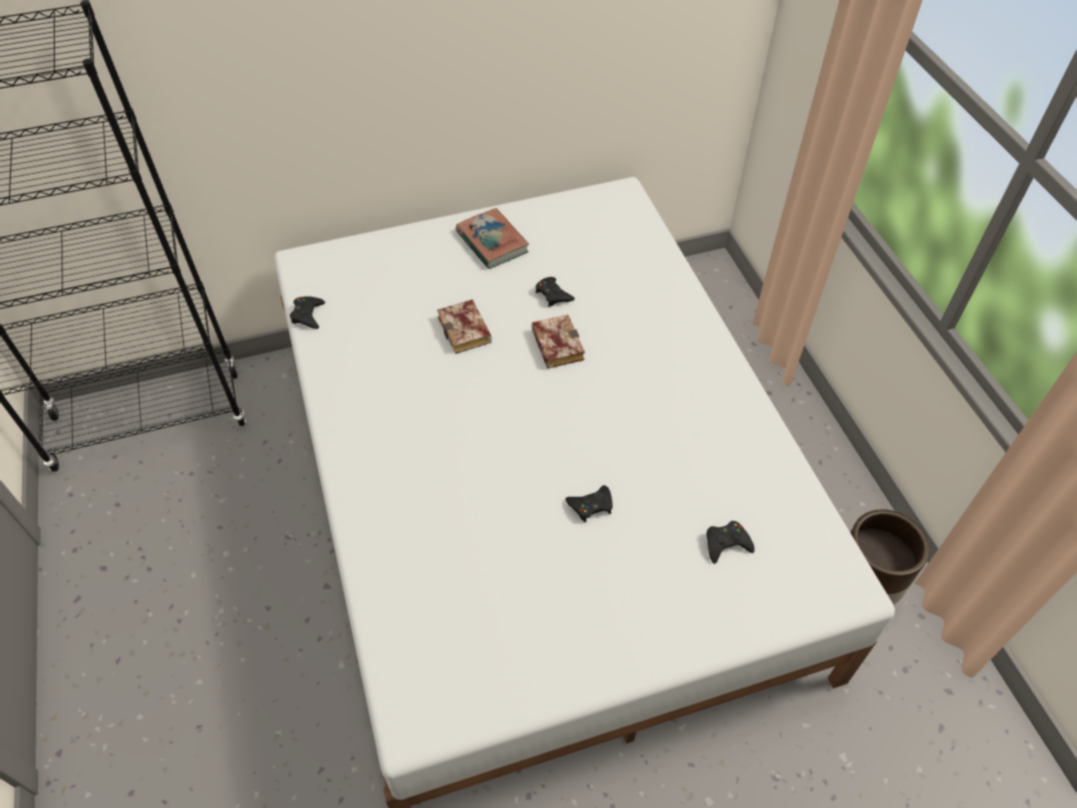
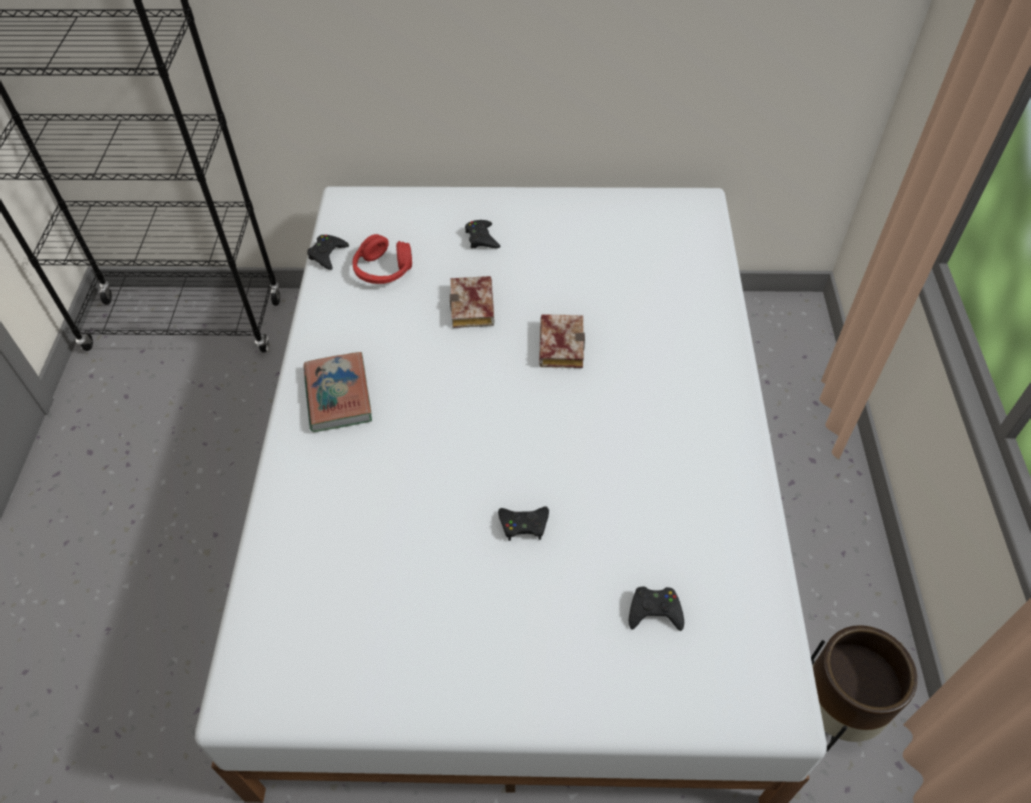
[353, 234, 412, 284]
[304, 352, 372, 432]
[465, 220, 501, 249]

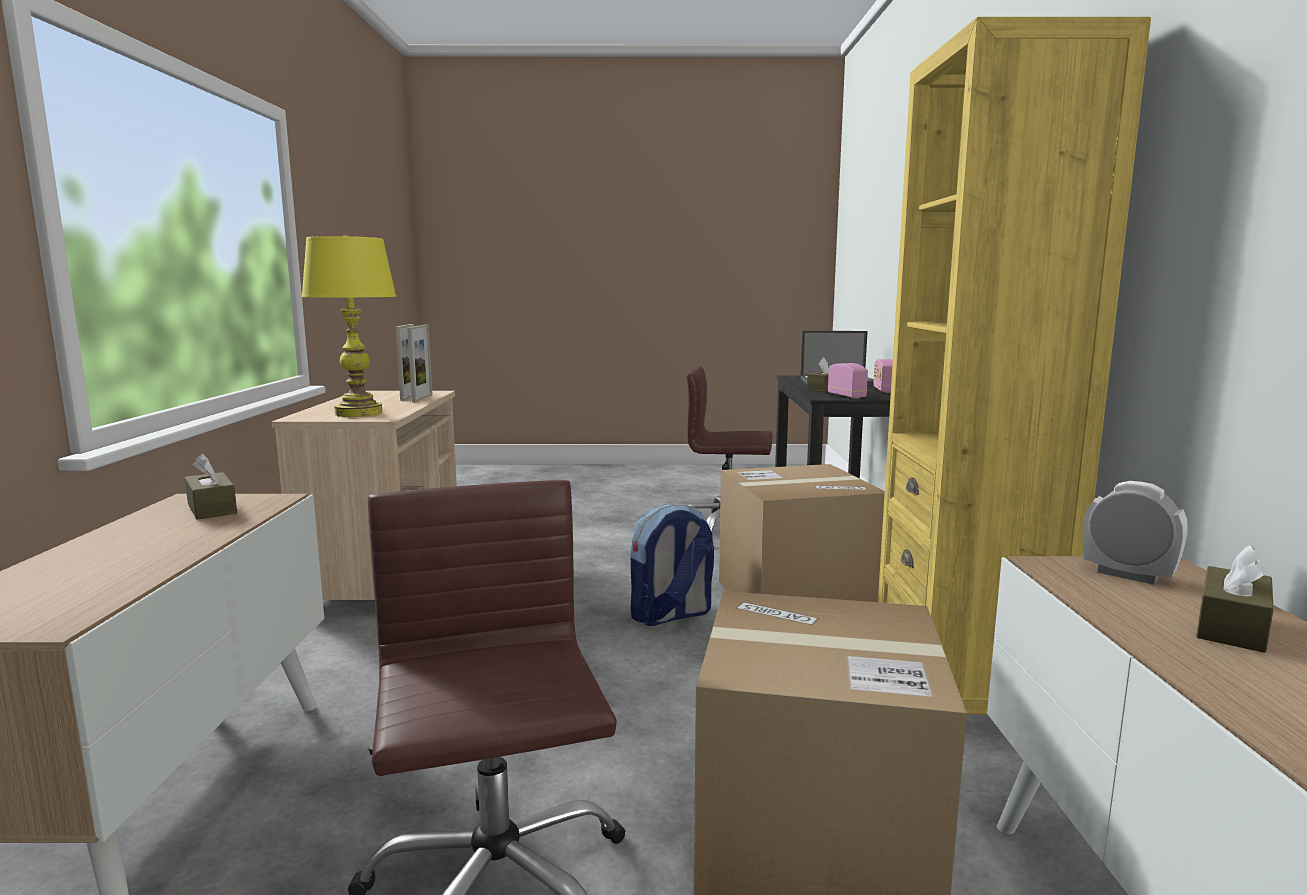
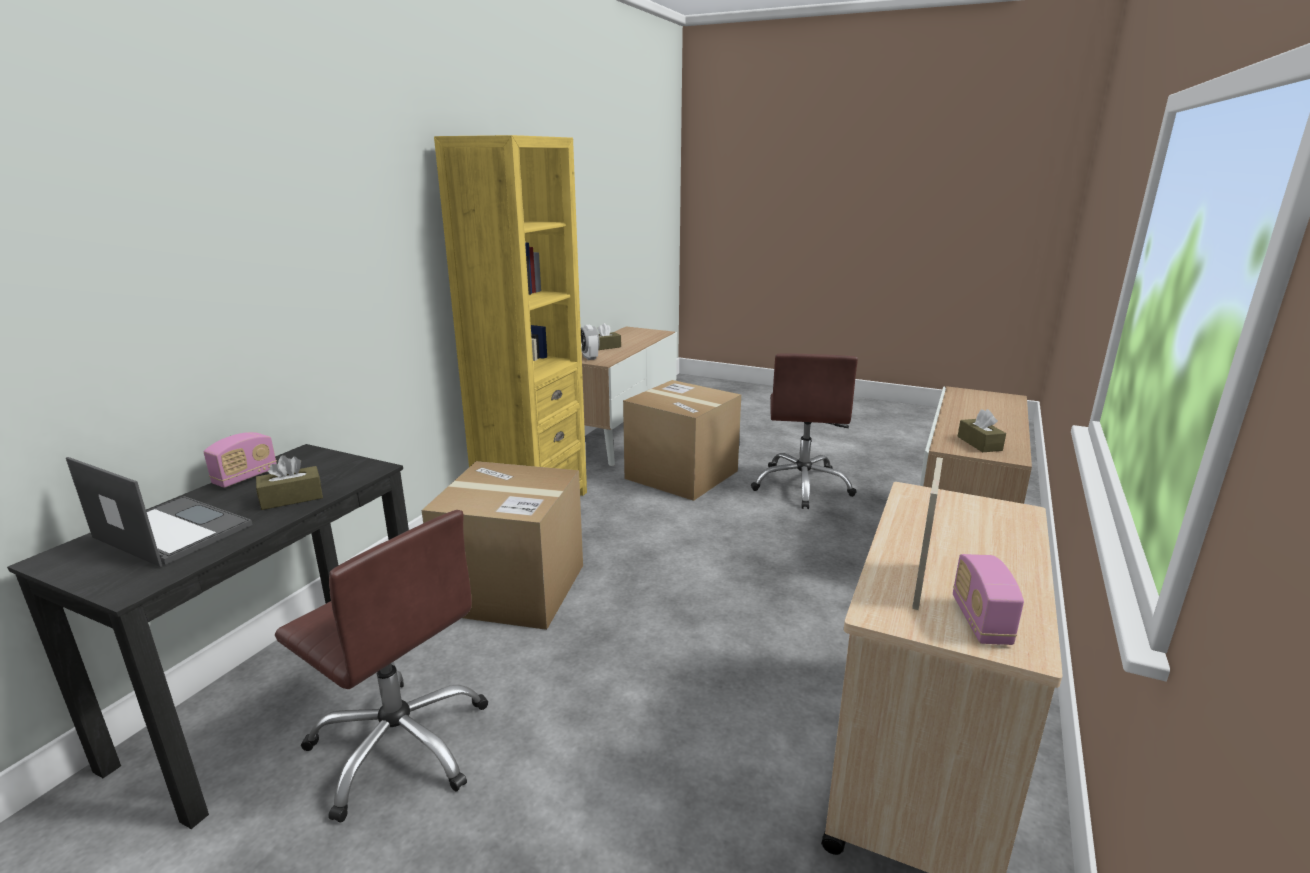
[301, 235, 397, 417] (first image)
[407, 325, 433, 403] (first image)
[631, 504, 714, 626] (first image)
[953, 554, 1024, 645]

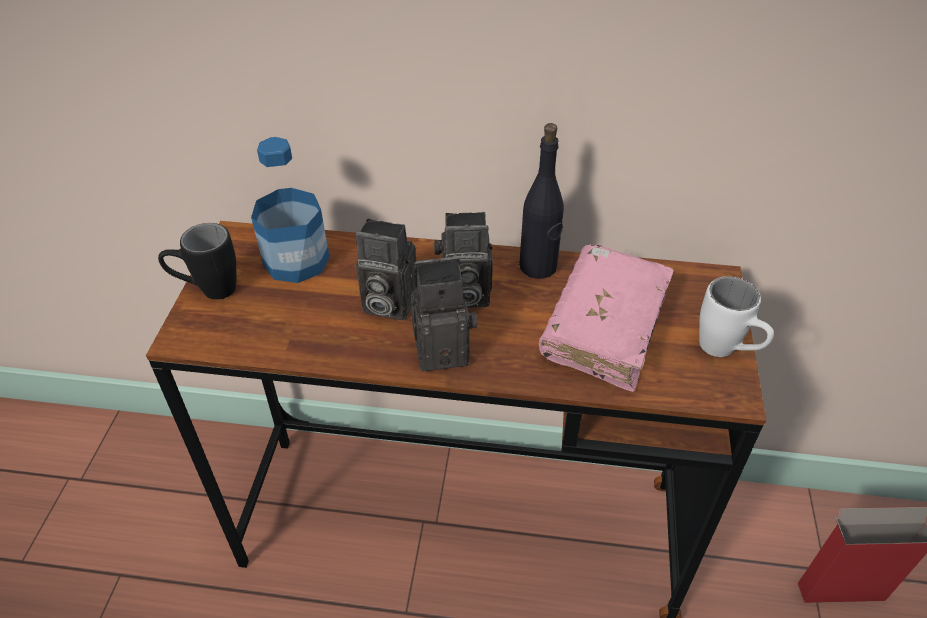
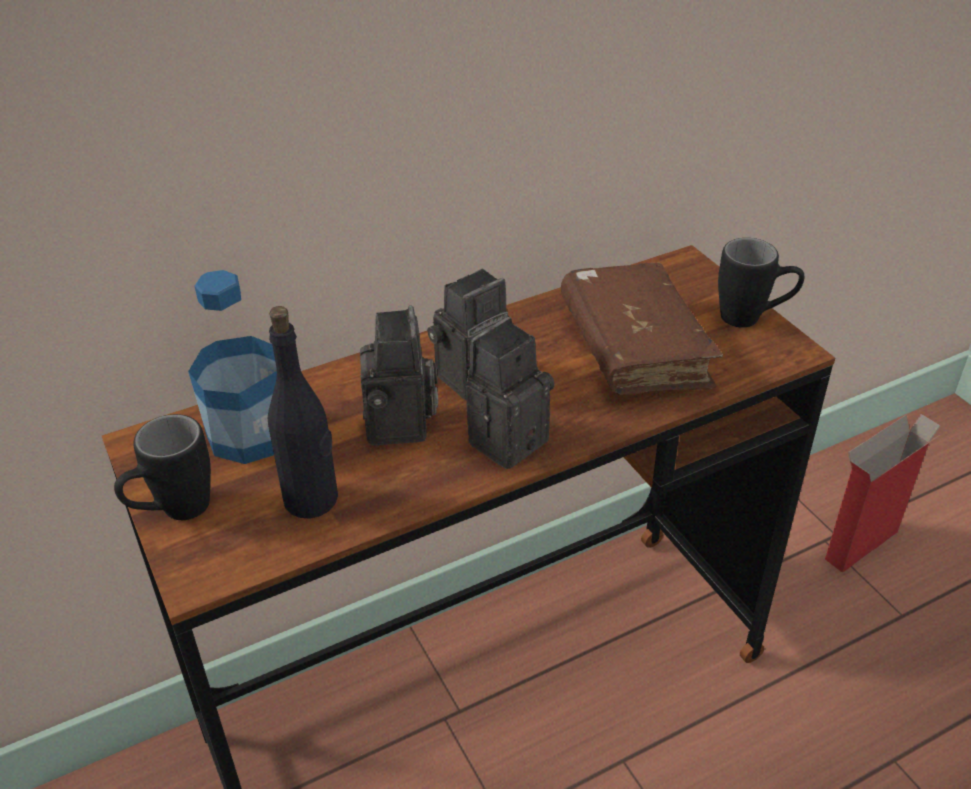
[268, 306, 338, 519]
[561, 263, 723, 395]
[718, 238, 804, 328]
[360, 306, 438, 446]

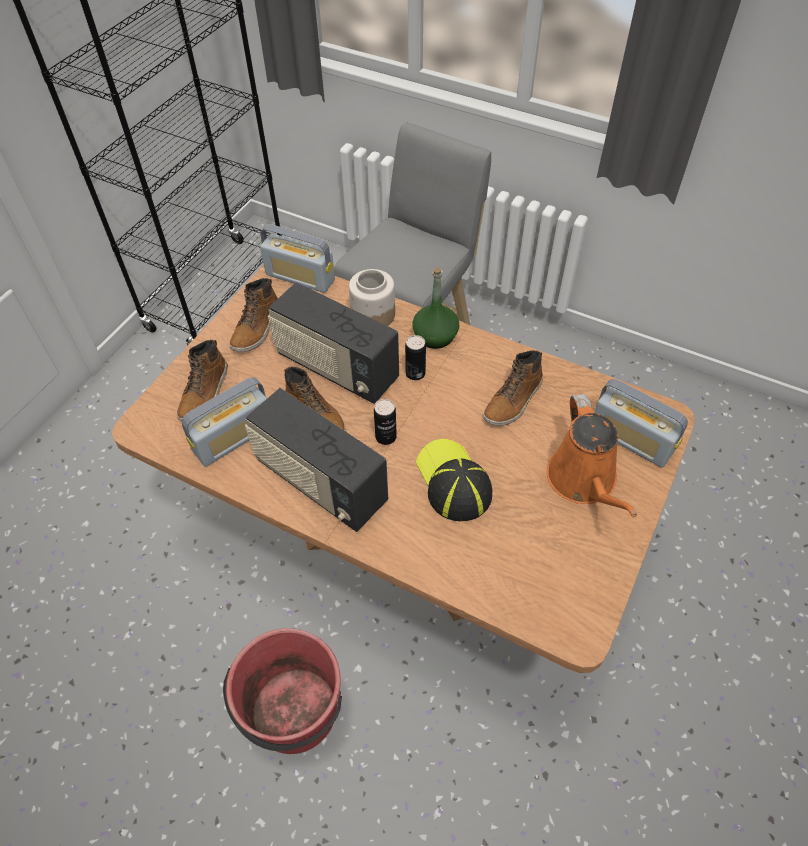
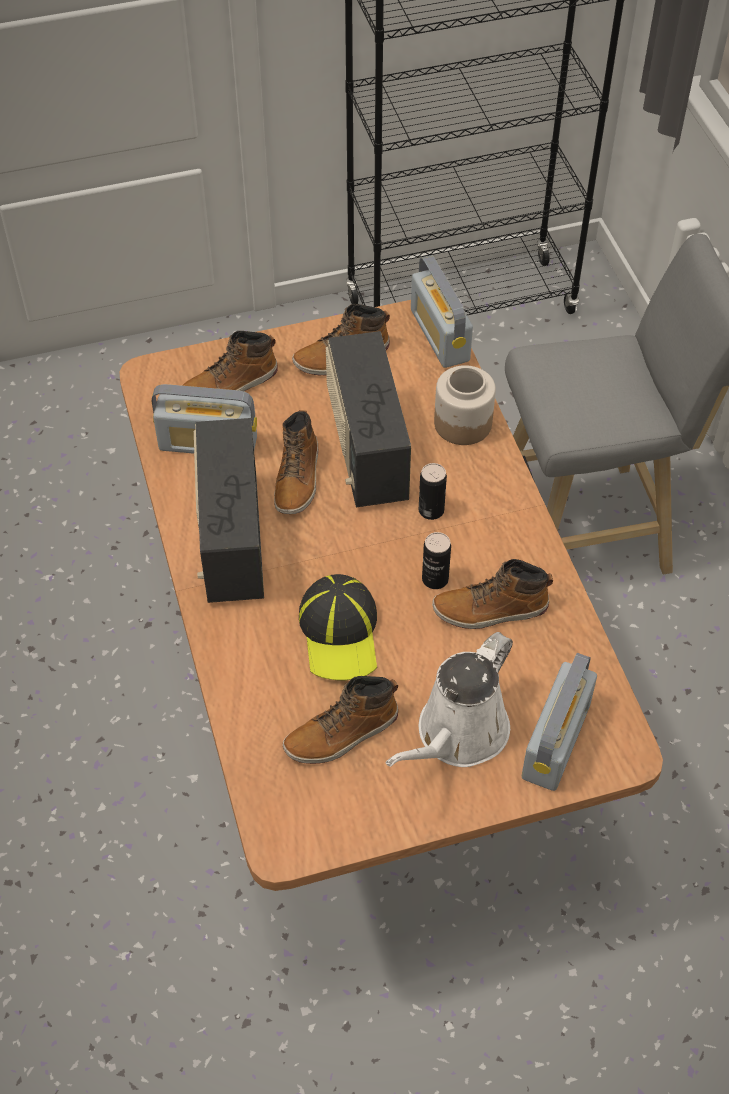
[223, 628, 342, 754] (first image)
[413, 267, 459, 349] (first image)
[283, 676, 398, 764]
[422, 532, 451, 589]
[385, 632, 513, 767]
[299, 574, 377, 680]
[522, 653, 597, 791]

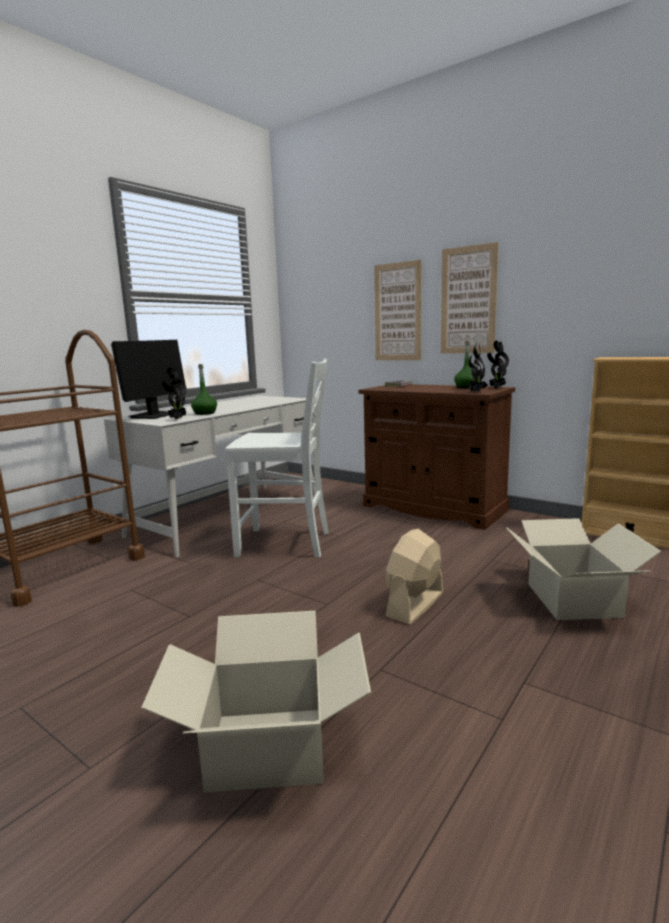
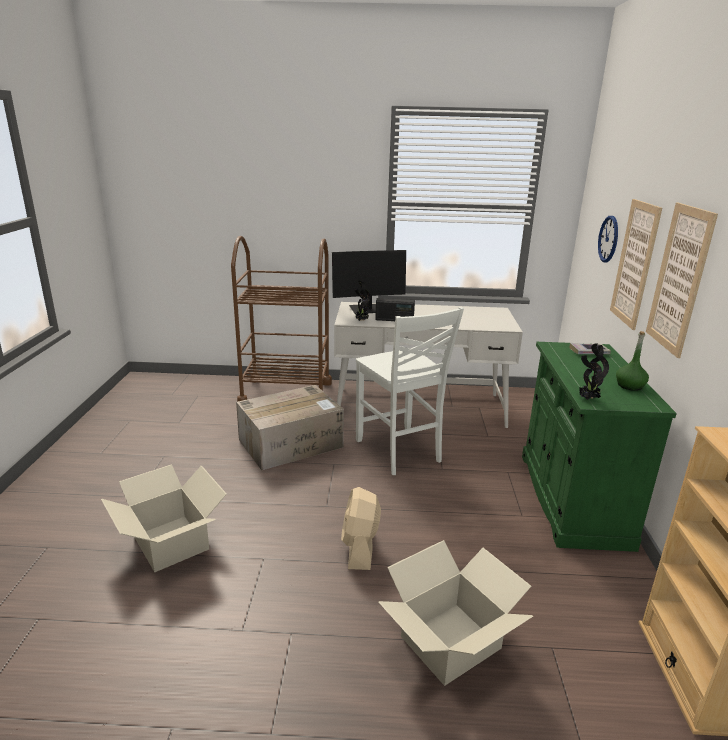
[487, 341, 509, 388] (first image)
[236, 385, 344, 471]
[598, 216, 618, 263]
[375, 298, 415, 321]
[522, 342, 677, 552]
[341, 487, 381, 570]

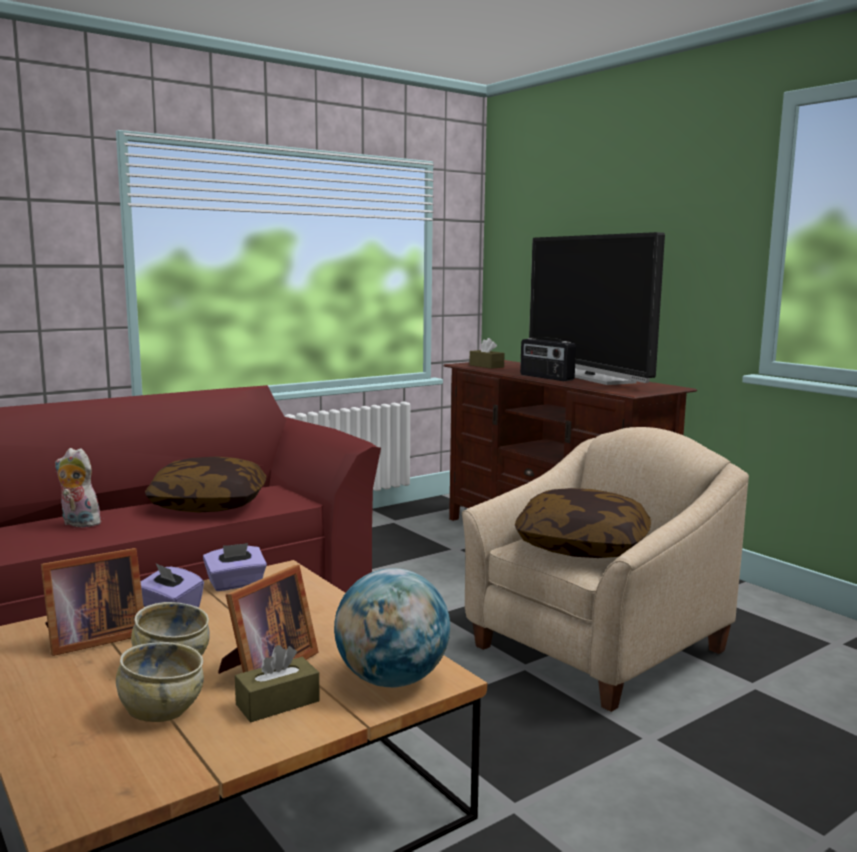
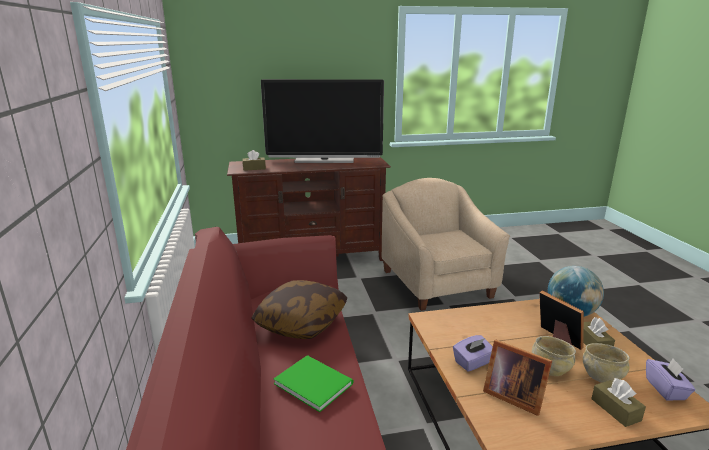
[515, 488, 651, 558] (first image)
[520, 337, 576, 381] (first image)
[591, 378, 646, 427]
[646, 358, 696, 400]
[274, 355, 353, 412]
[483, 340, 552, 416]

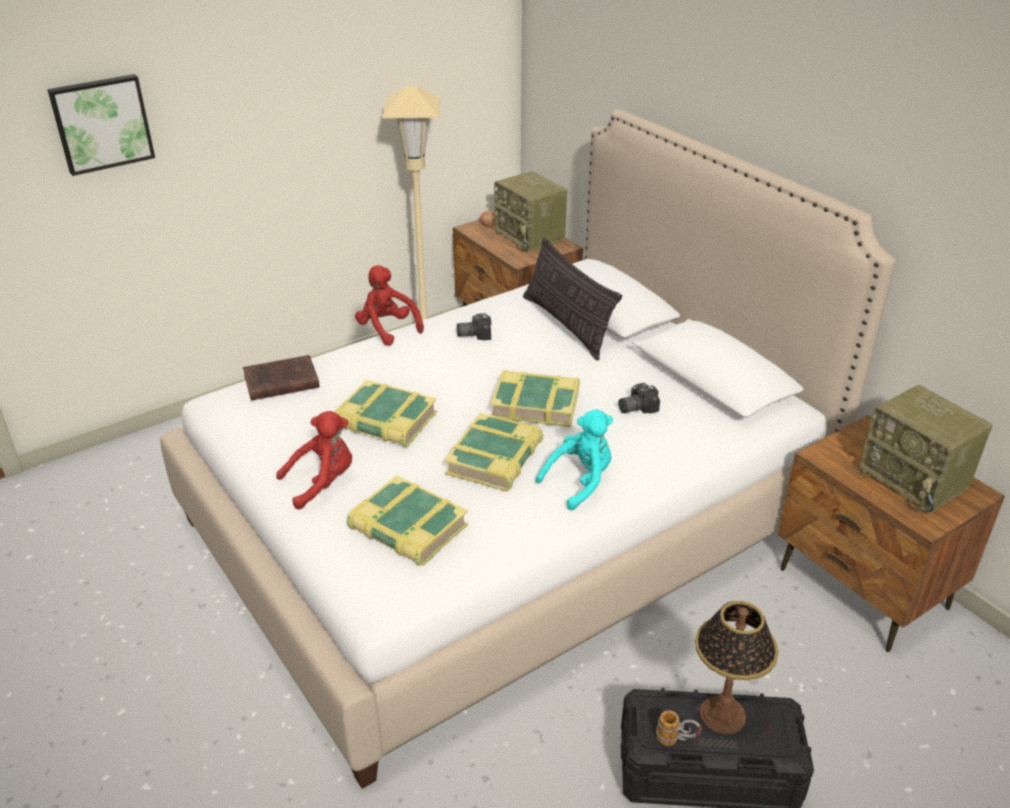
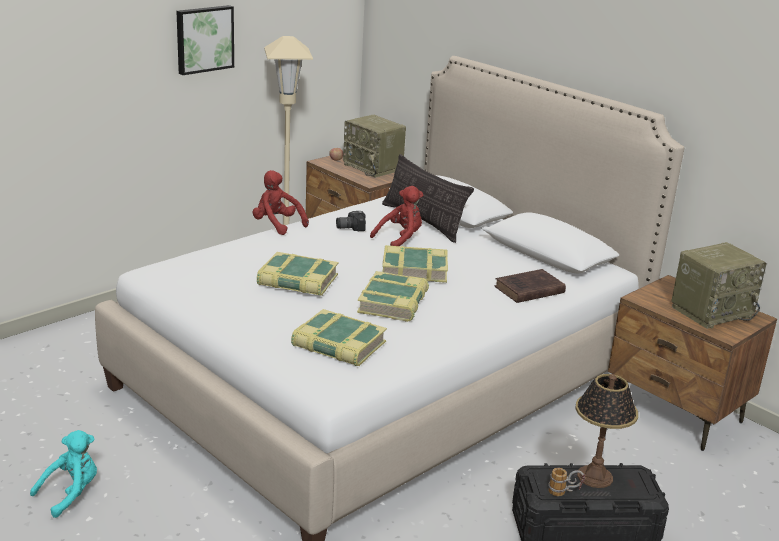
[618, 383, 660, 414] (first image)
[176, 5, 234, 75]
[495, 269, 566, 303]
[370, 186, 423, 246]
[30, 430, 97, 518]
[671, 242, 767, 329]

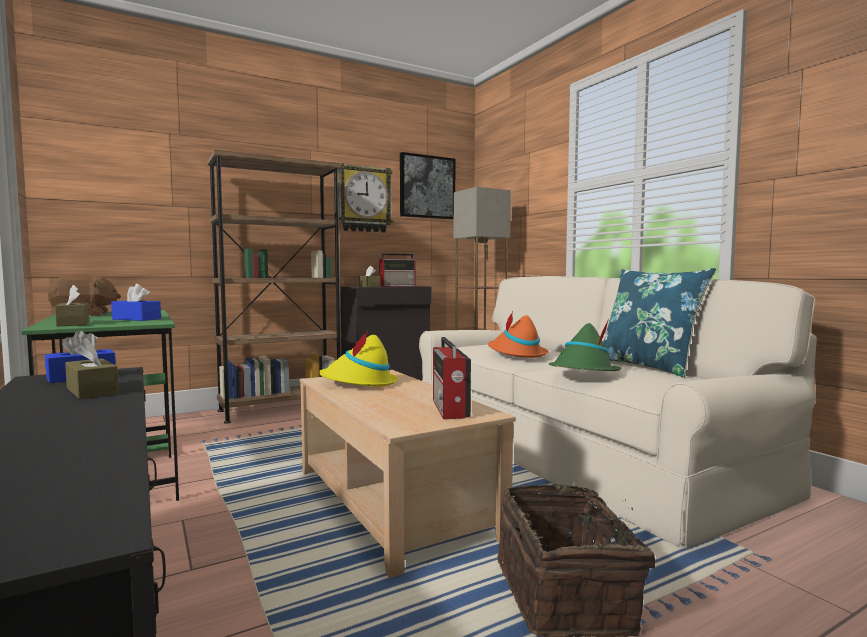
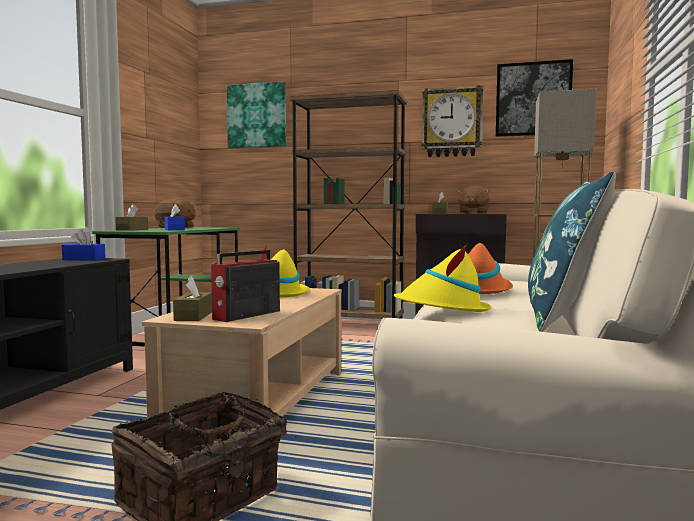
[227, 81, 286, 148]
[173, 276, 212, 321]
[457, 185, 491, 214]
[394, 243, 491, 312]

